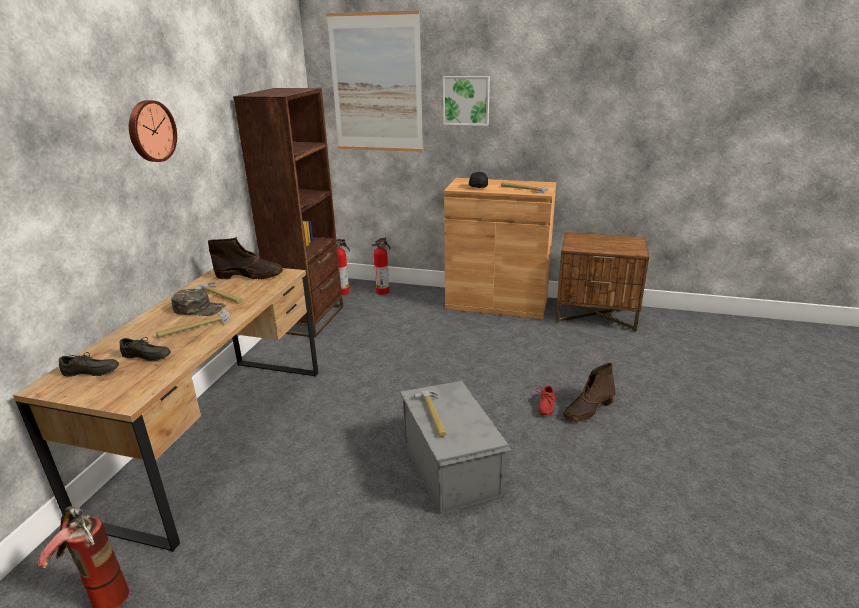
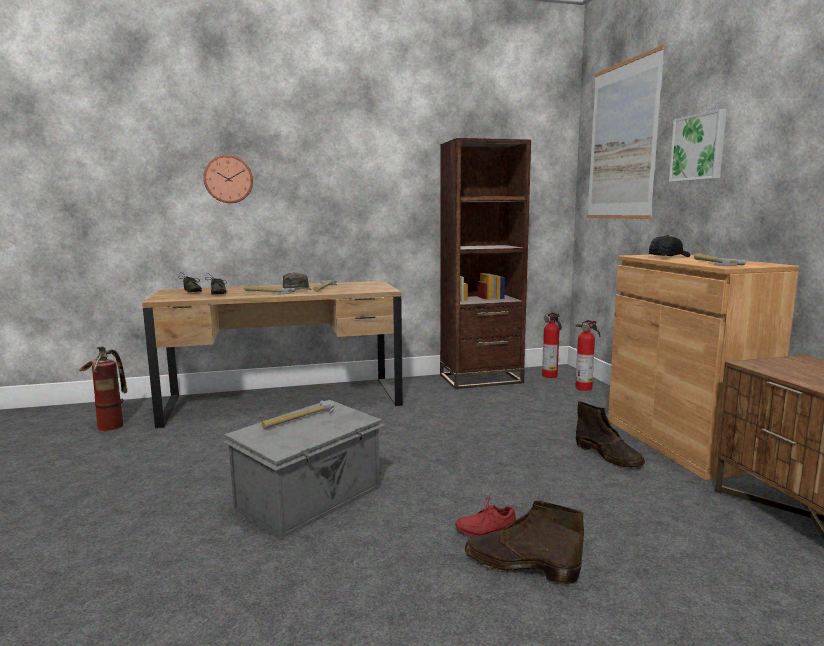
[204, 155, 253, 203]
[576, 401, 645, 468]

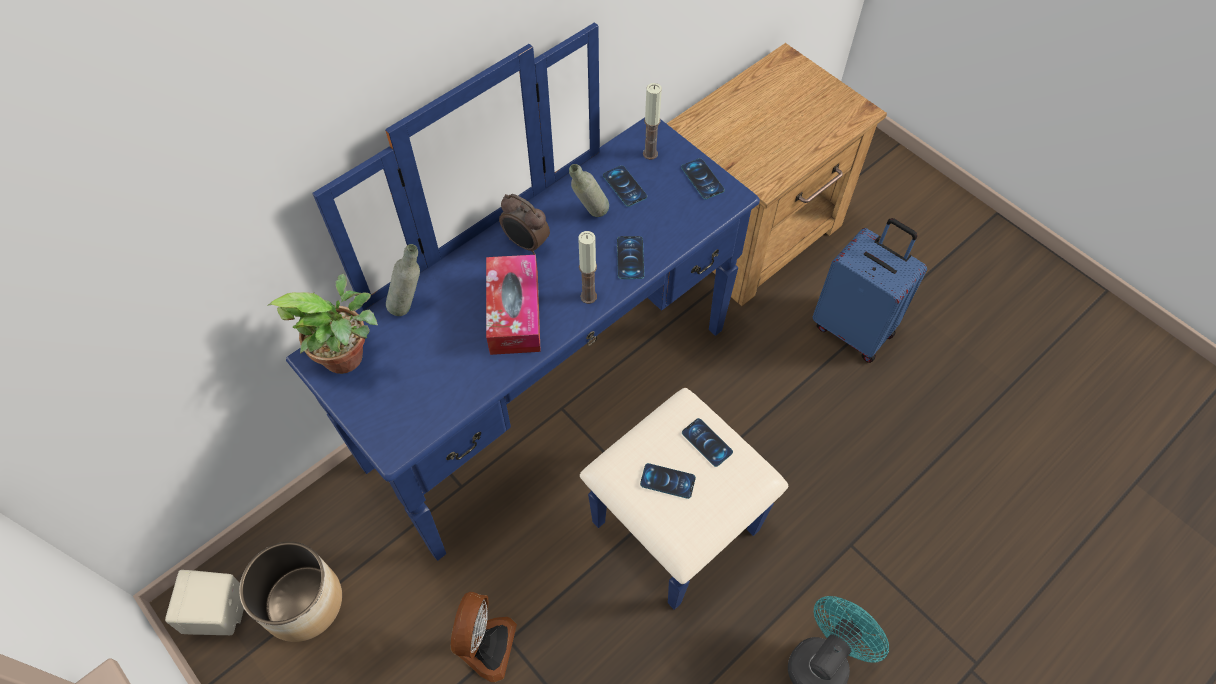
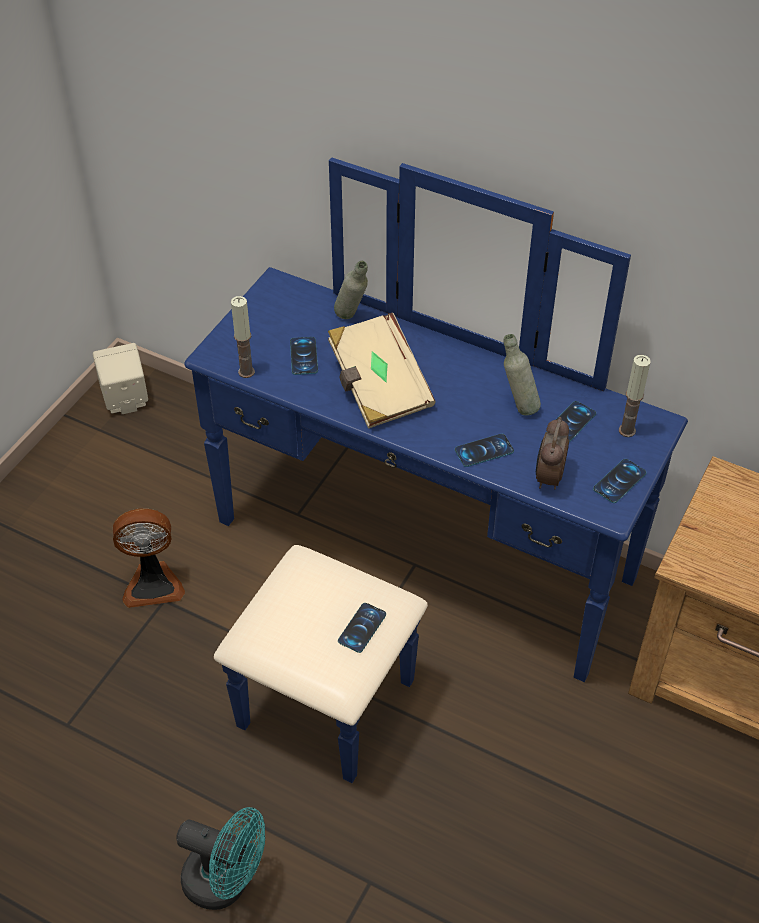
[239, 542, 342, 642] (first image)
[268, 274, 378, 374] (first image)
[813, 218, 927, 363] (first image)
[536, 417, 569, 489]
[231, 296, 255, 378]
[290, 337, 318, 375]
[328, 313, 436, 429]

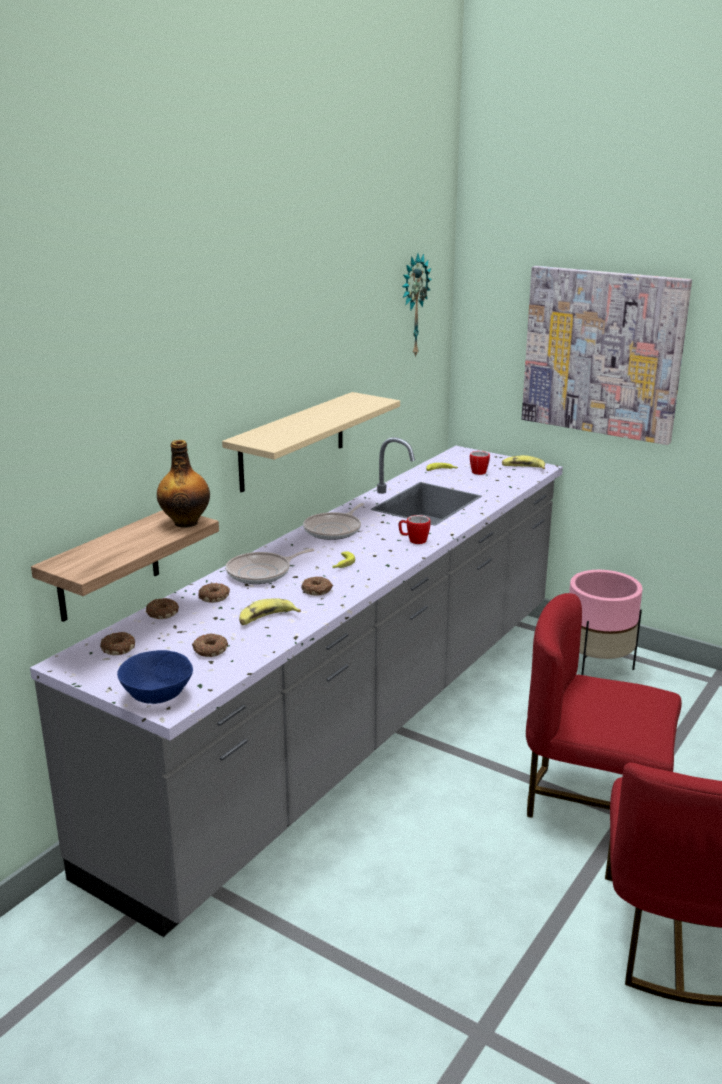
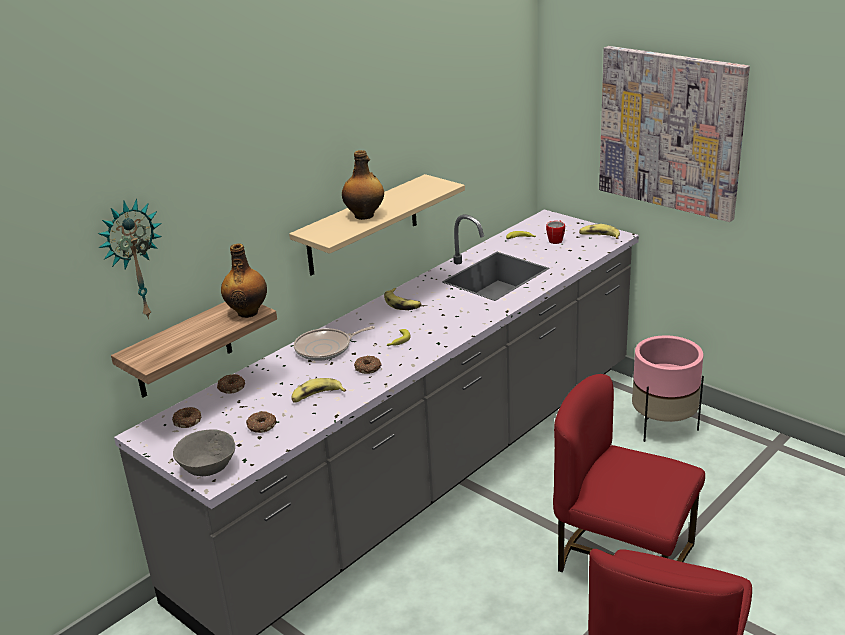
[198, 583, 230, 603] (first image)
[399, 515, 431, 544] (first image)
[342, 150, 384, 220]
[98, 199, 162, 320]
[384, 288, 422, 310]
[173, 429, 235, 476]

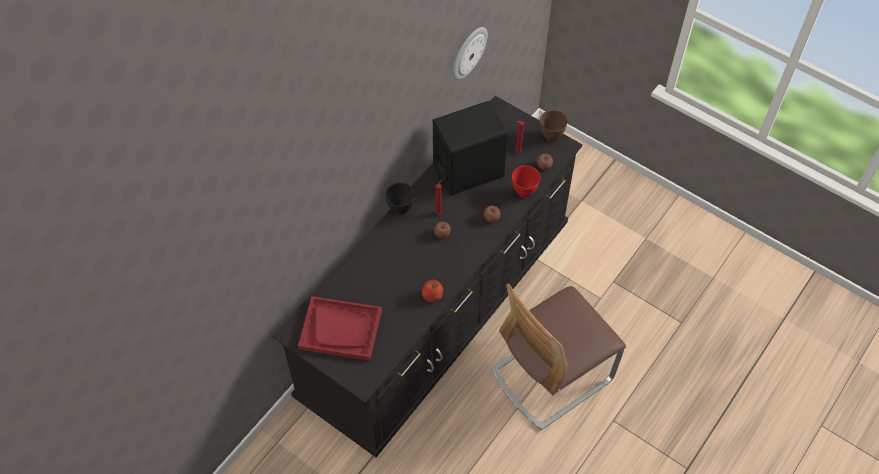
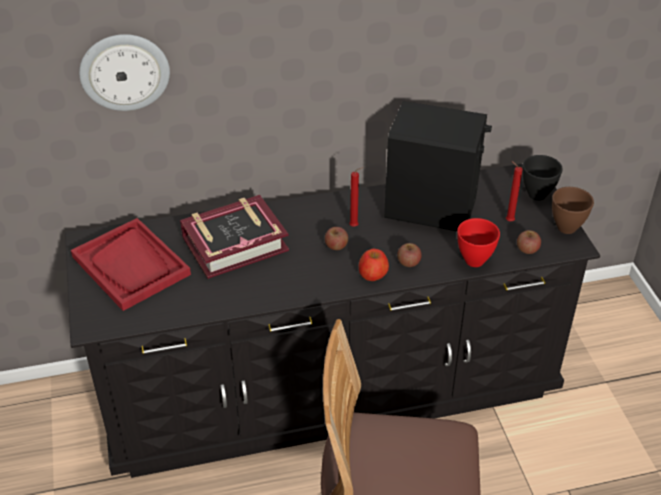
[180, 195, 289, 279]
[523, 155, 563, 201]
[359, 248, 389, 281]
[79, 34, 170, 111]

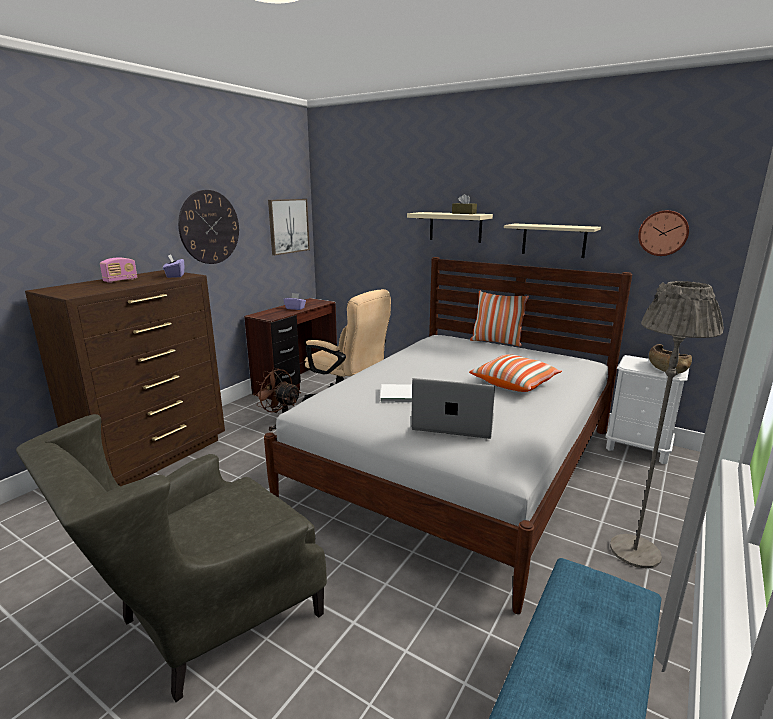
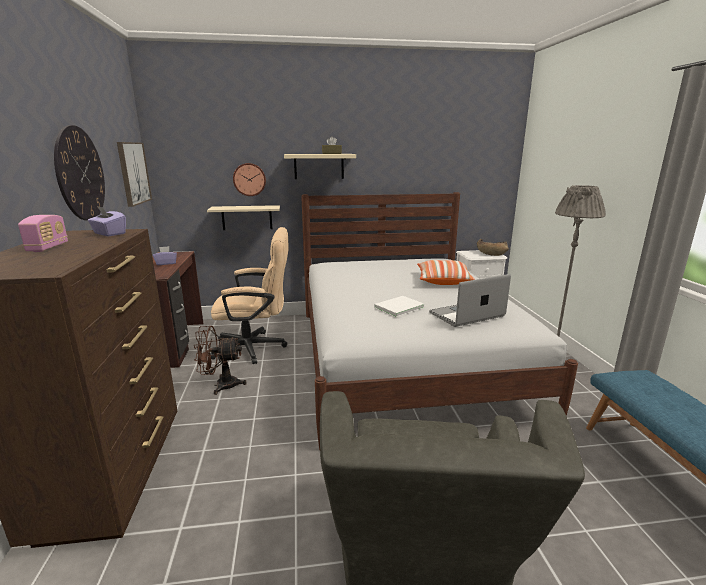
[470, 290, 529, 347] (first image)
[207, 205, 280, 230]
[233, 163, 266, 196]

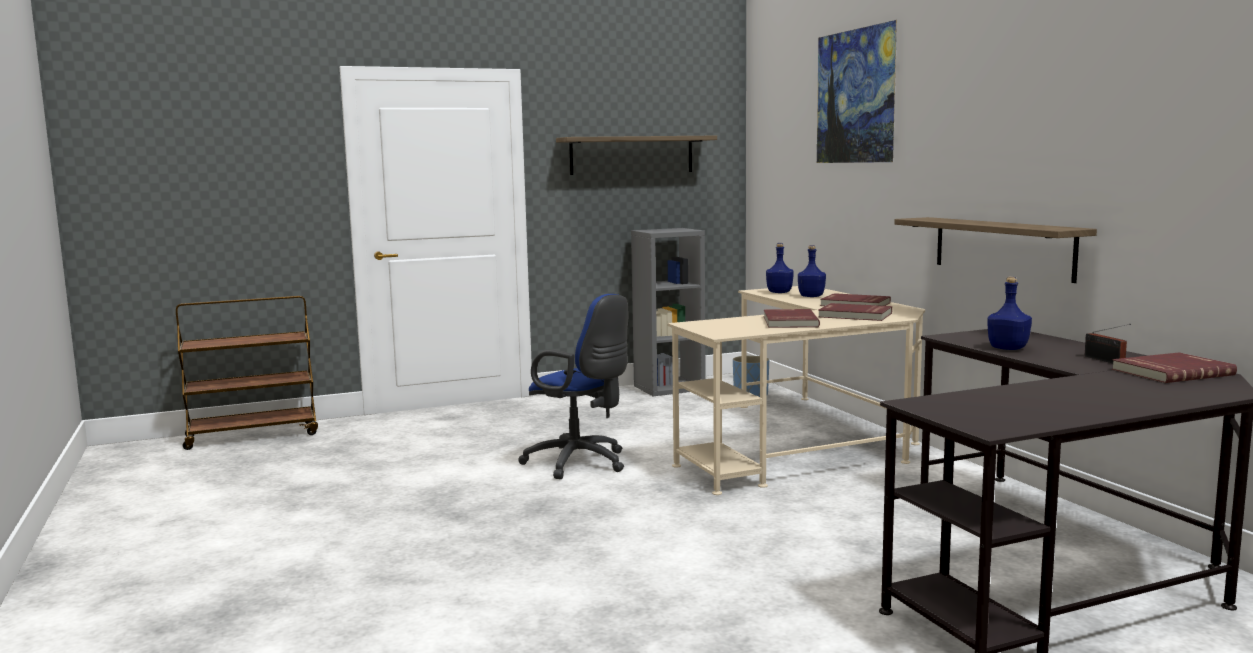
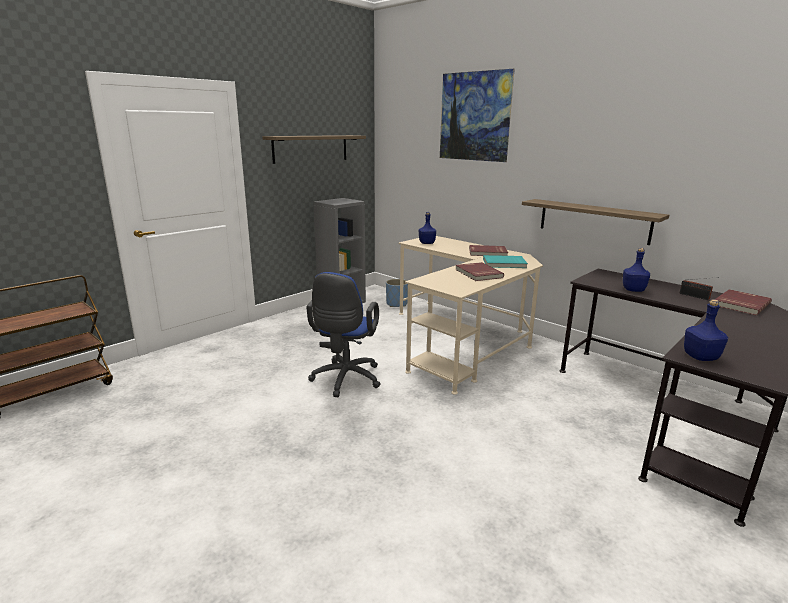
[684, 299, 728, 361]
[483, 255, 528, 268]
[306, 272, 381, 397]

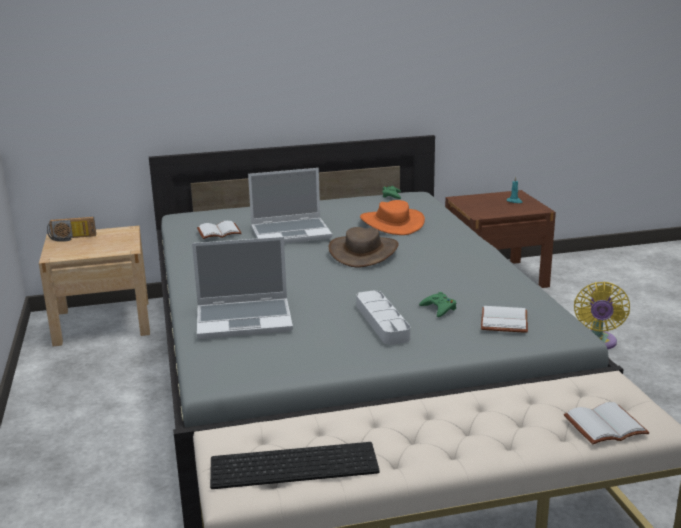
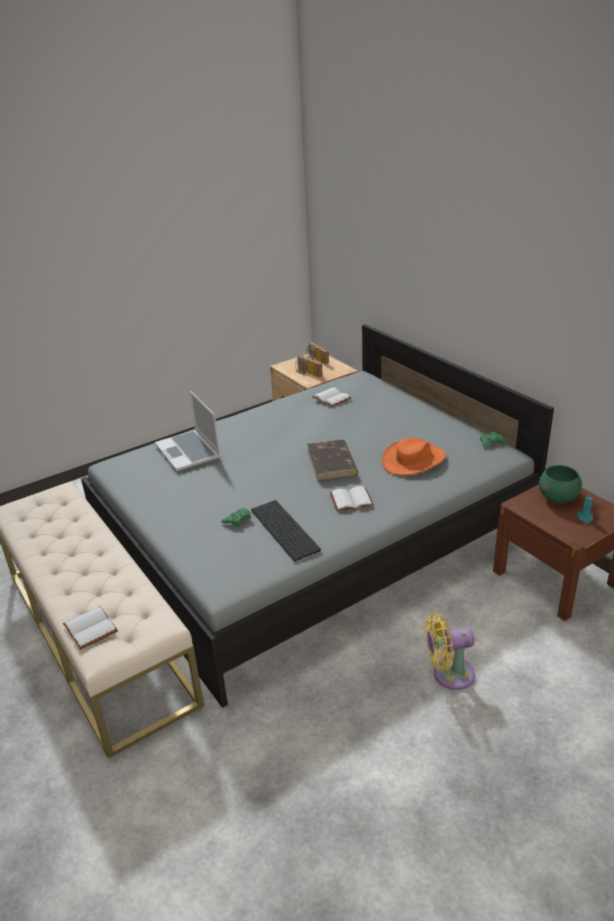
[248, 168, 332, 243] (first image)
[356, 290, 411, 345] (first image)
[295, 355, 322, 377]
[539, 465, 582, 503]
[251, 500, 321, 561]
[330, 486, 374, 512]
[307, 440, 358, 481]

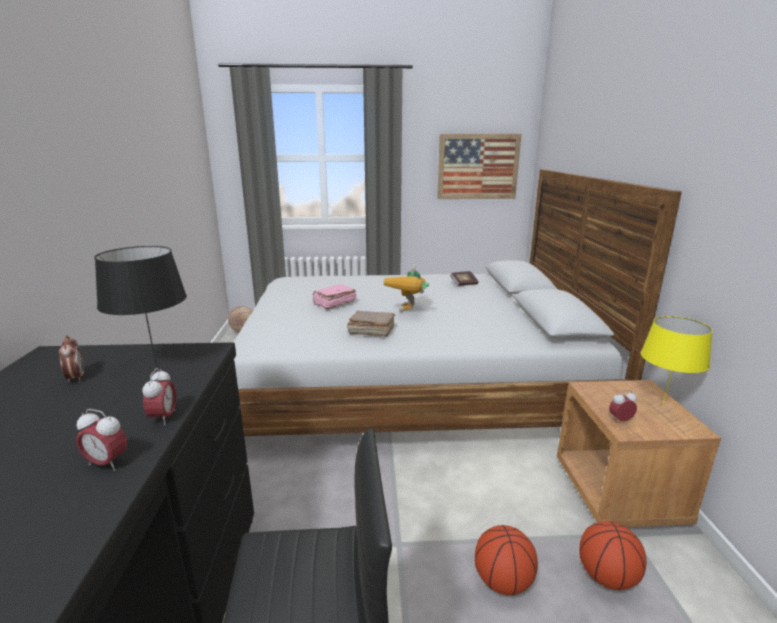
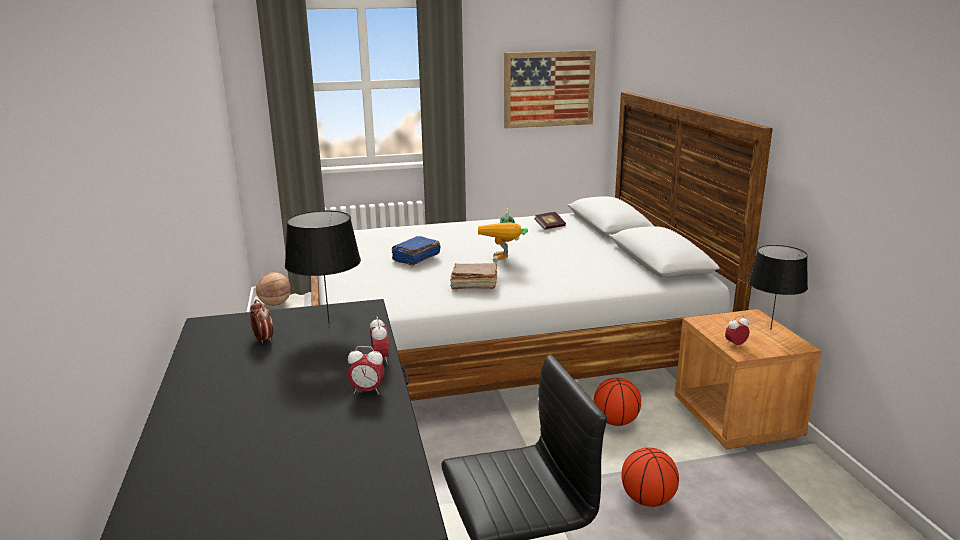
[594, 377, 641, 426]
[391, 236, 441, 266]
[748, 245, 808, 330]

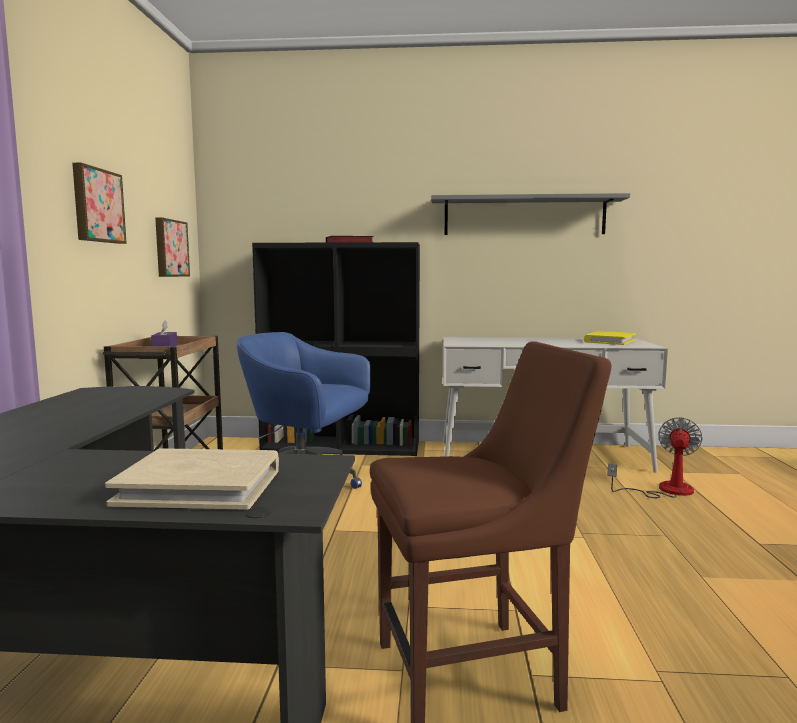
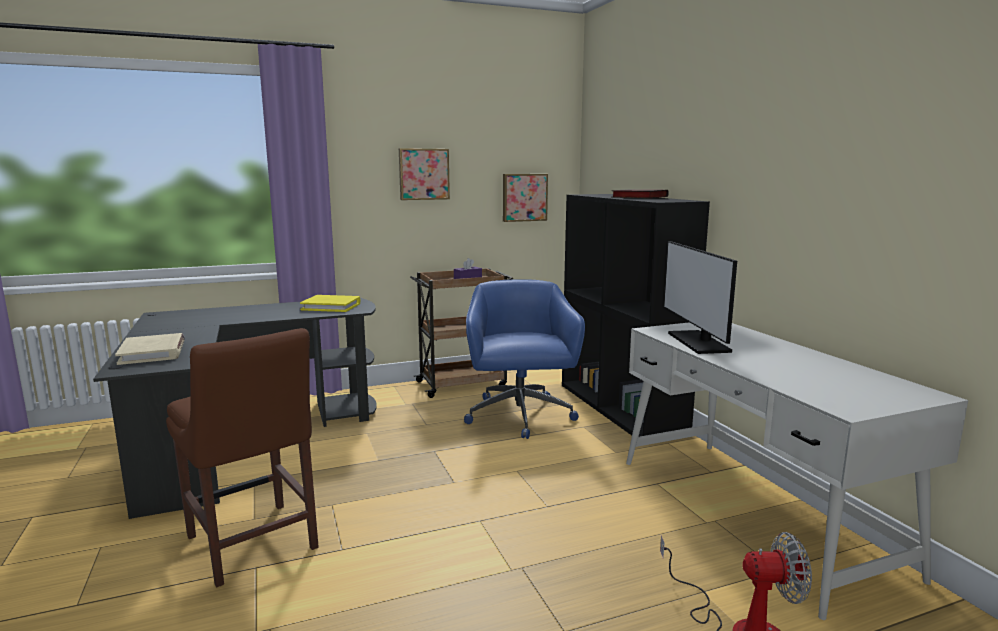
[431, 193, 630, 235] (first image)
[664, 241, 737, 354]
[300, 295, 361, 312]

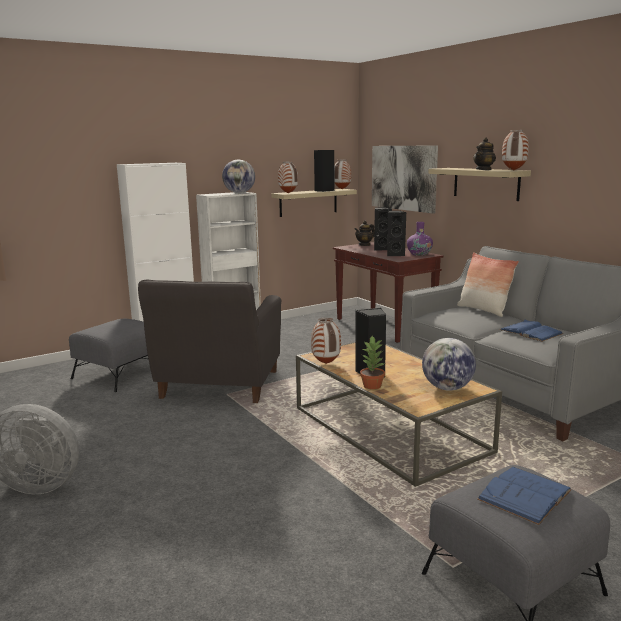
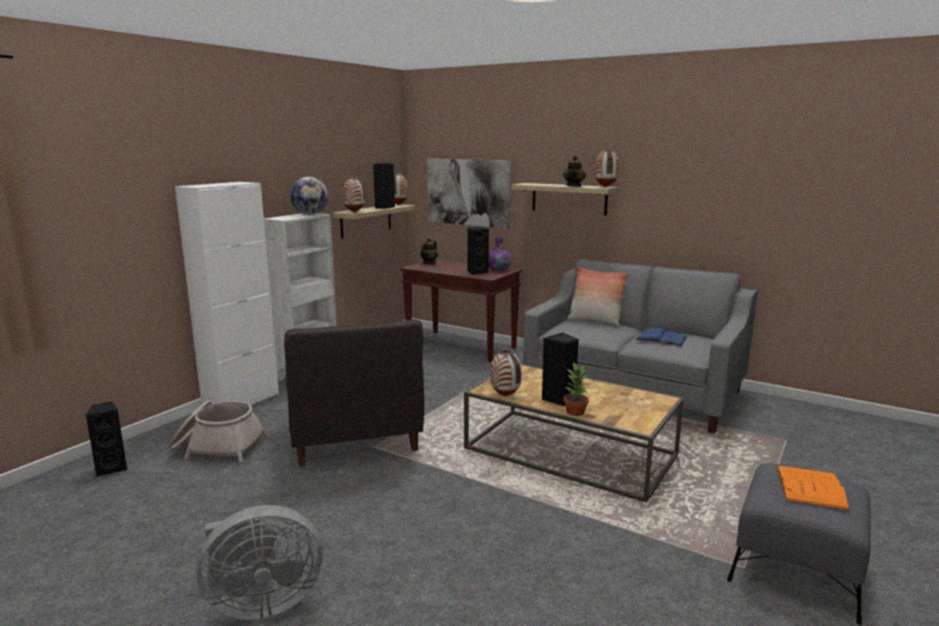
[422, 338, 476, 391] (first image)
[86, 402, 128, 477]
[169, 400, 268, 463]
[776, 465, 850, 511]

